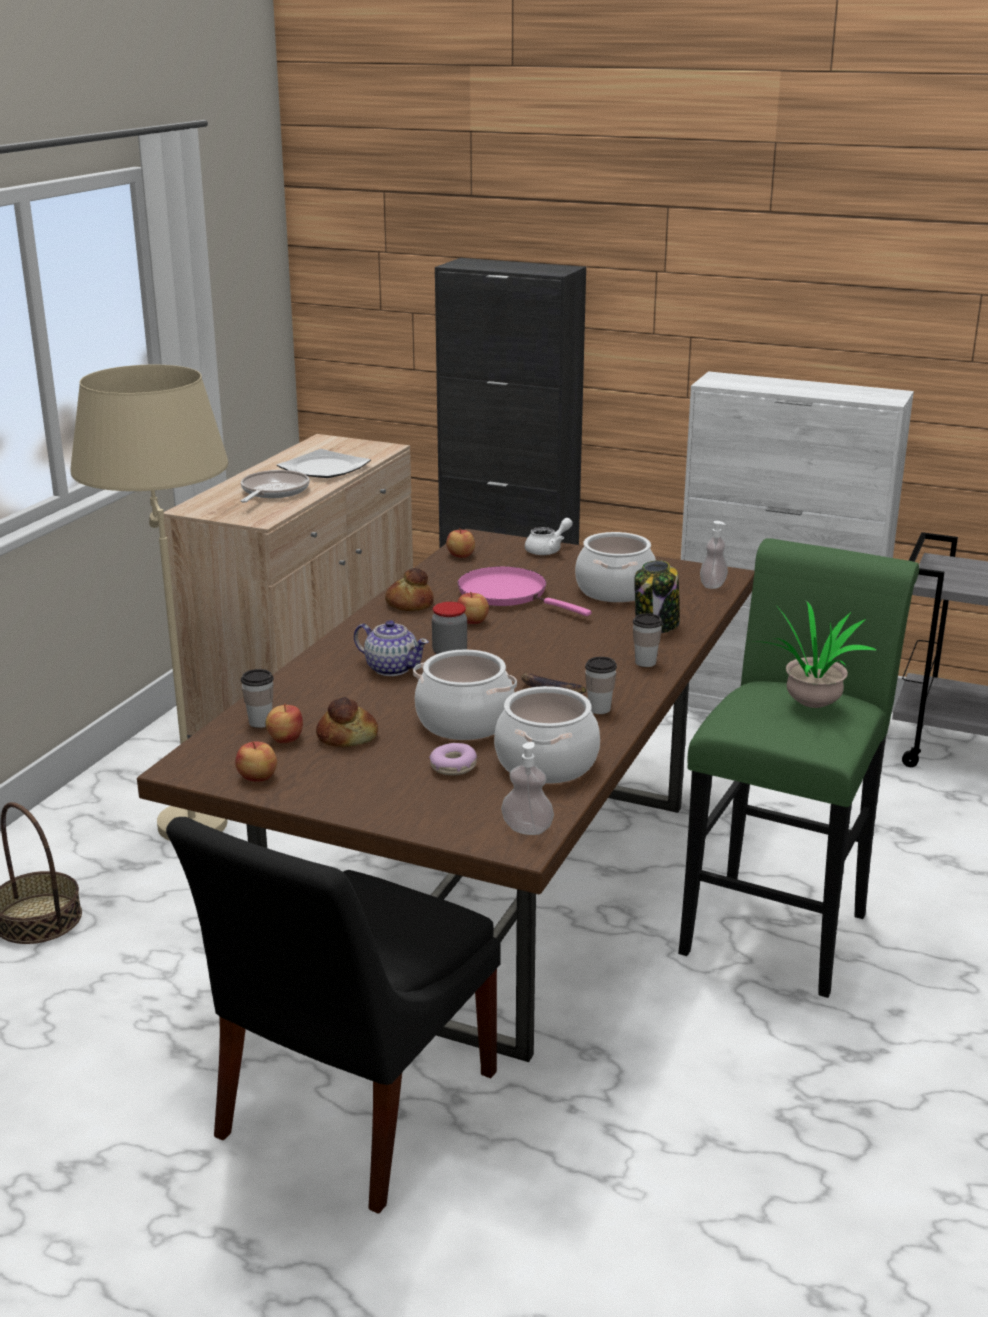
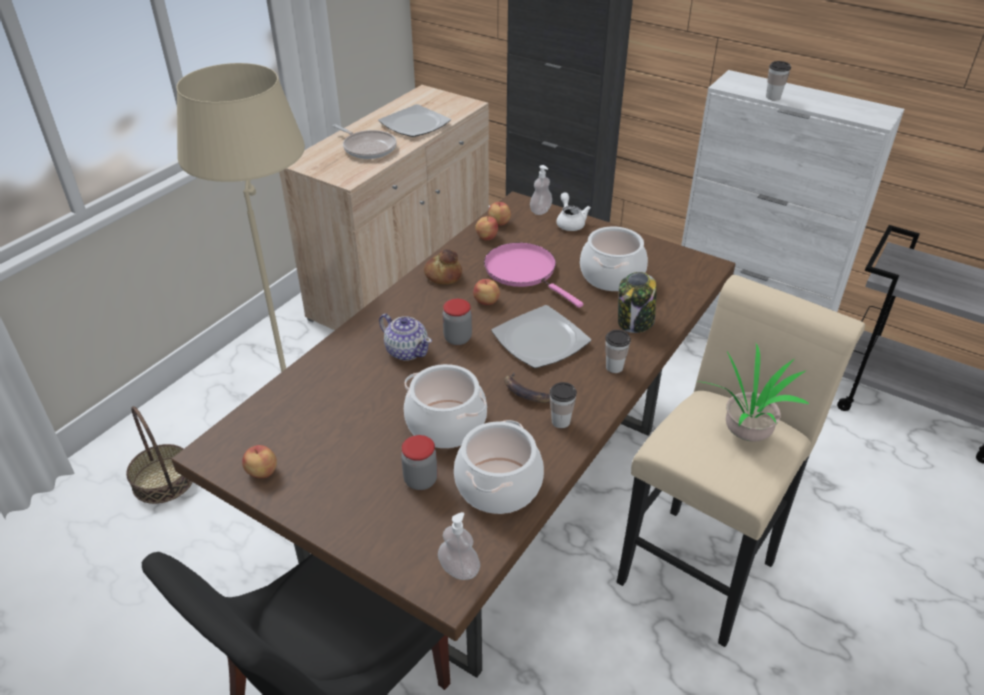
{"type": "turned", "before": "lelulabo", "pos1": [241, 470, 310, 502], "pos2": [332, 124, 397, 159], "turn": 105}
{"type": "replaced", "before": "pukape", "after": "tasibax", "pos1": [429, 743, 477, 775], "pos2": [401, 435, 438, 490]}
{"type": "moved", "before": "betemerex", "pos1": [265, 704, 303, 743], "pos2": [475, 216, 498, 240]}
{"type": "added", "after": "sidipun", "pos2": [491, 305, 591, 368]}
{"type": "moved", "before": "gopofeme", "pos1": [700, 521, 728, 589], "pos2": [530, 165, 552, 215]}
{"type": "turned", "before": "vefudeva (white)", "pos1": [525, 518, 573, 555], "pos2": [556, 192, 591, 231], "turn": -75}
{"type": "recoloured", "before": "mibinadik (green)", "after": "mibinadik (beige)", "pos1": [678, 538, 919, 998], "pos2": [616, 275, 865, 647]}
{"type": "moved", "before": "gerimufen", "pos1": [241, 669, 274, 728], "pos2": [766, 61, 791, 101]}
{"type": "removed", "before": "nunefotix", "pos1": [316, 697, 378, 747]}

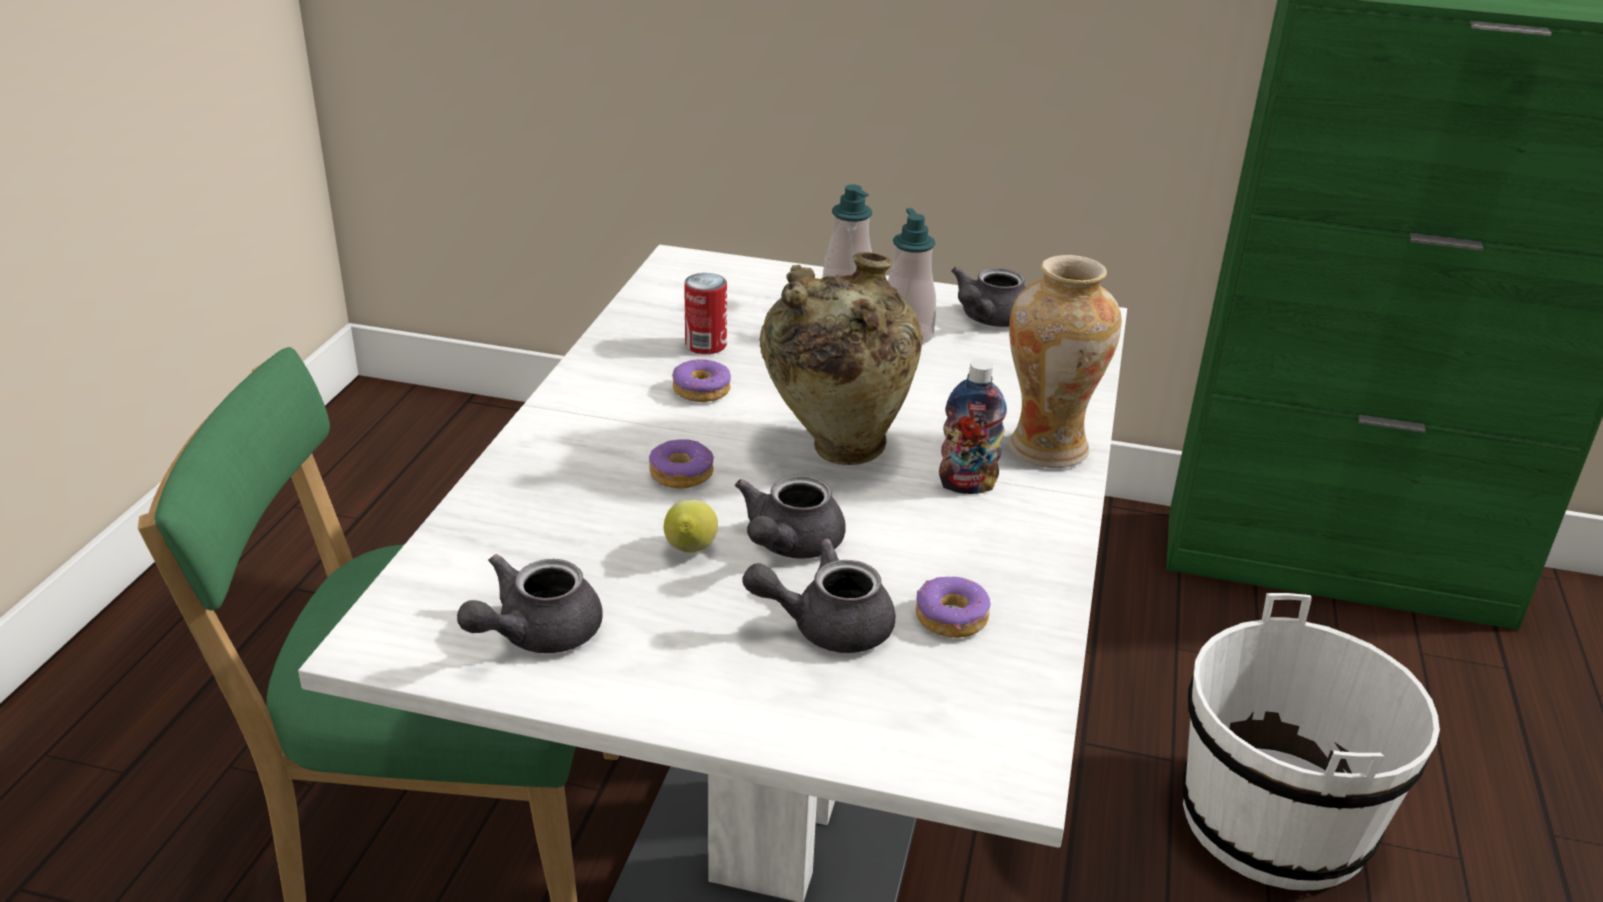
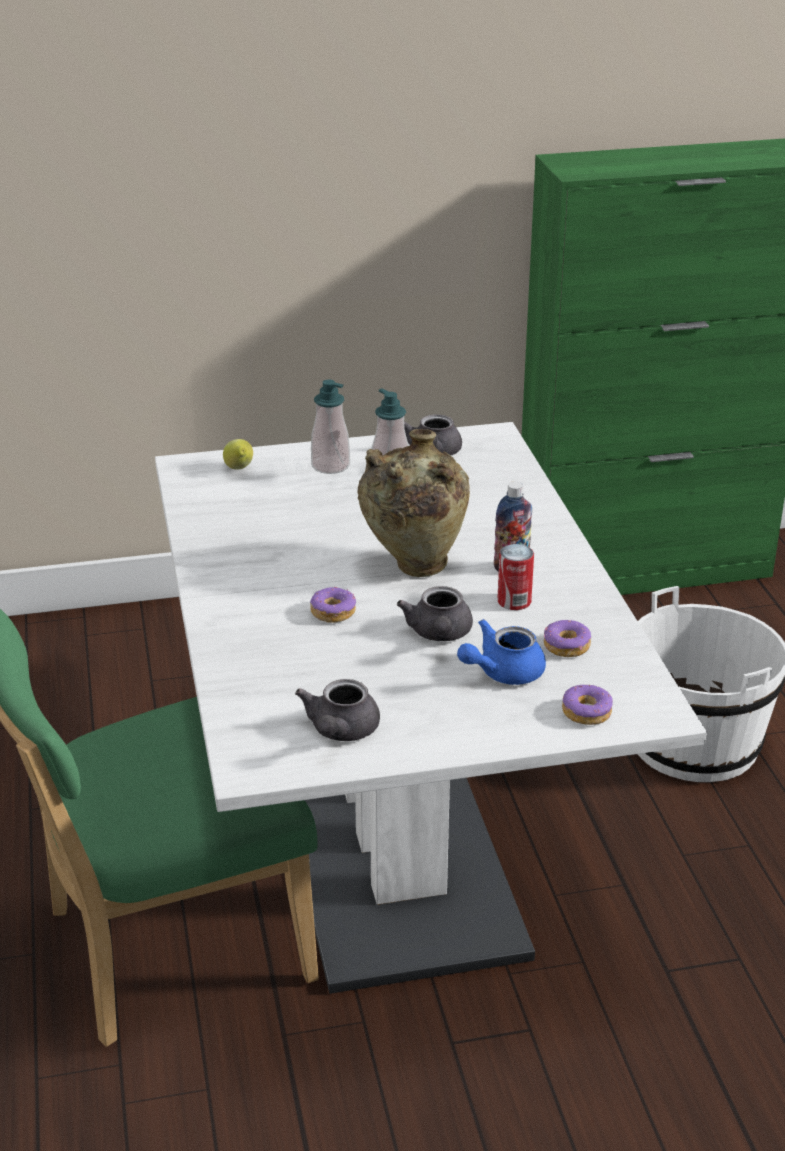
{"type": "moved", "before": "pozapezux", "pos1": [664, 500, 718, 553], "pos2": [223, 439, 253, 469]}
{"type": "recoloured", "before": "vefudeva (grey)", "after": "vefudeva (blue)", "pos1": [742, 539, 896, 653], "pos2": [457, 619, 546, 685]}
{"type": "moved", "before": "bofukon", "pos1": [684, 273, 727, 354], "pos2": [497, 544, 534, 610]}
{"type": "moved", "before": "pukape", "pos1": [672, 359, 731, 402], "pos2": [562, 685, 613, 725]}
{"type": "removed", "before": "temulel", "pos1": [1009, 255, 1122, 468]}

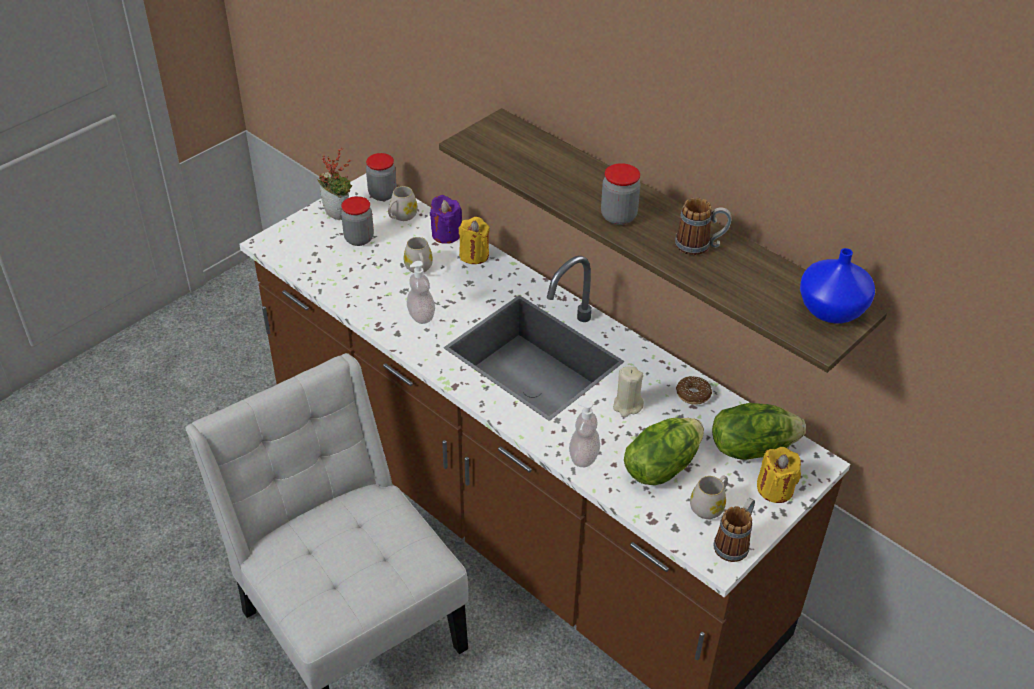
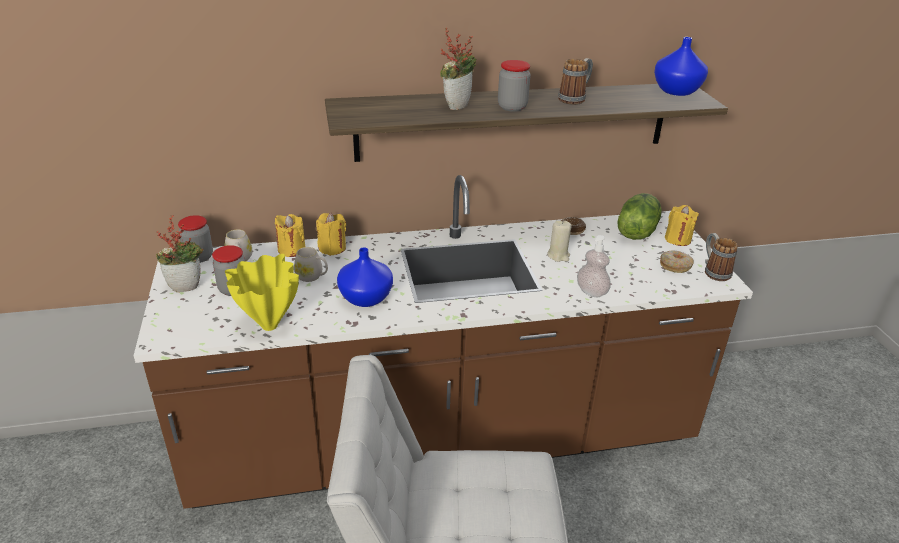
{"type": "added", "after": "temulel (yellow)", "pos2": [225, 254, 299, 331]}
{"type": "recoloured", "before": "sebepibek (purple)", "after": "sebepibek (yellow)", "pos1": [430, 195, 462, 244], "pos2": [275, 214, 305, 257]}
{"type": "replaced", "before": "gopofeme", "after": "temulel (blue)", "pos1": [407, 261, 435, 324], "pos2": [337, 248, 393, 307]}
{"type": "added", "after": "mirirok", "pos2": [440, 28, 476, 110]}
{"type": "replaced", "before": "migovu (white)", "after": "pukape", "pos1": [690, 475, 728, 519], "pos2": [660, 250, 694, 273]}
{"type": "removed", "before": "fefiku", "pos1": [624, 418, 704, 485]}

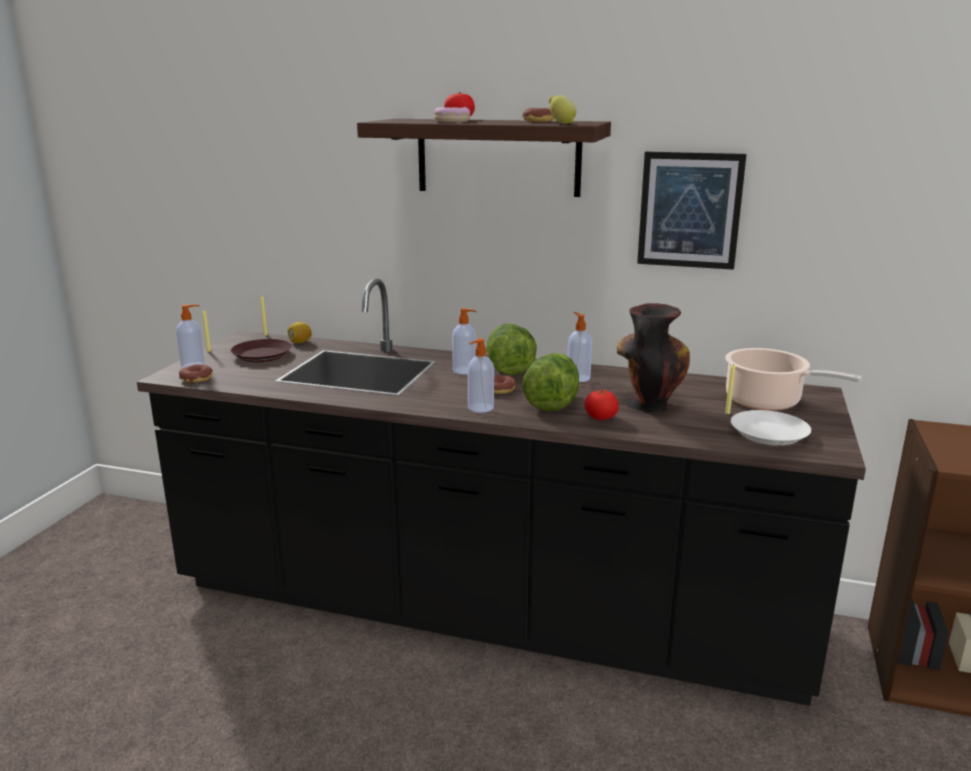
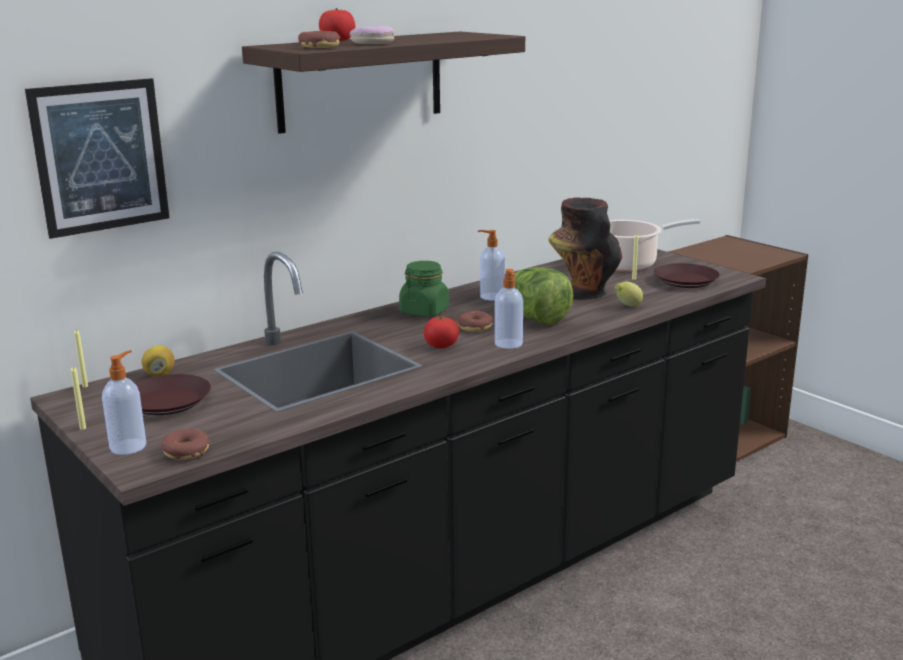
{"type": "moved", "before": "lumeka", "pos1": [637, 152, 747, 270], "pos2": [25, 78, 169, 239]}
{"type": "moved", "before": "pukape", "pos1": [522, 108, 554, 122], "pos2": [298, 31, 340, 48]}
{"type": "replaced", "before": "fefiku", "after": "tasibax (green)", "pos1": [487, 324, 537, 375], "pos2": [399, 261, 449, 317]}
{"type": "moved", "before": "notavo", "pos1": [584, 390, 619, 420], "pos2": [424, 316, 459, 348]}
{"type": "moved", "before": "pozapezux", "pos1": [549, 95, 576, 124], "pos2": [615, 282, 643, 306]}
{"type": "recoloured", "before": "sidipun (white)", "after": "sidipun (brown)", "pos1": [731, 410, 811, 446], "pos2": [654, 263, 720, 288]}
{"type": "removed", "before": "gopofeme", "pos1": [452, 308, 476, 374]}

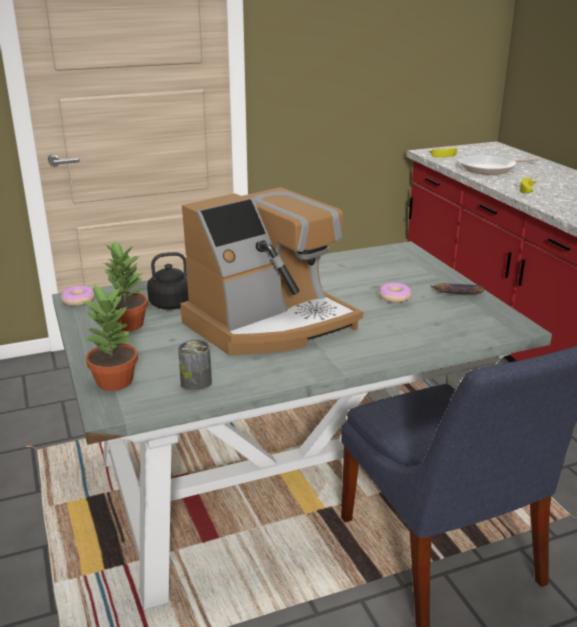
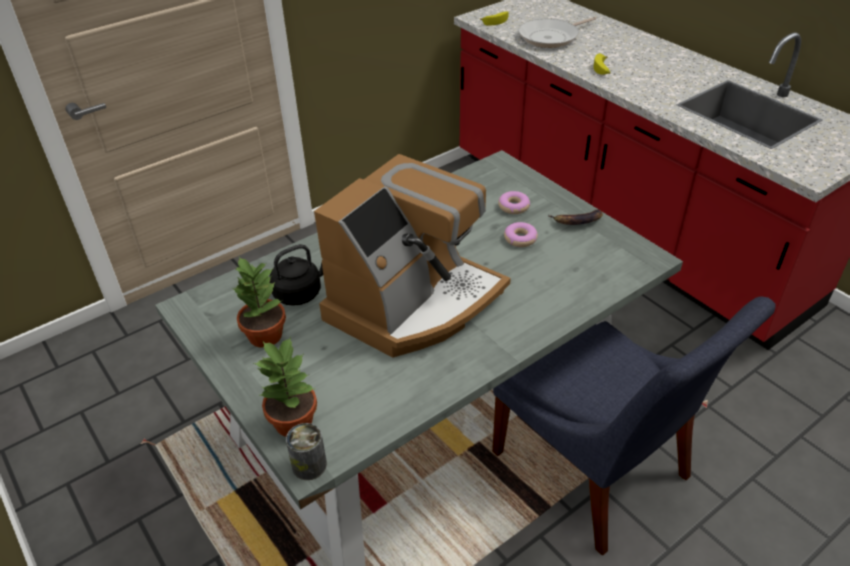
{"type": "moved", "before": "bofukon", "pos1": [178, 340, 212, 392], "pos2": [286, 423, 327, 480]}
{"type": "moved", "before": "pukape", "pos1": [61, 286, 95, 306], "pos2": [498, 191, 530, 214]}

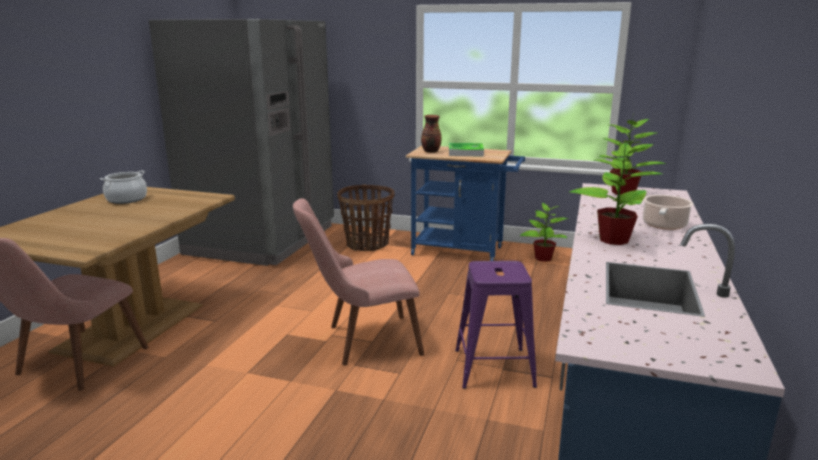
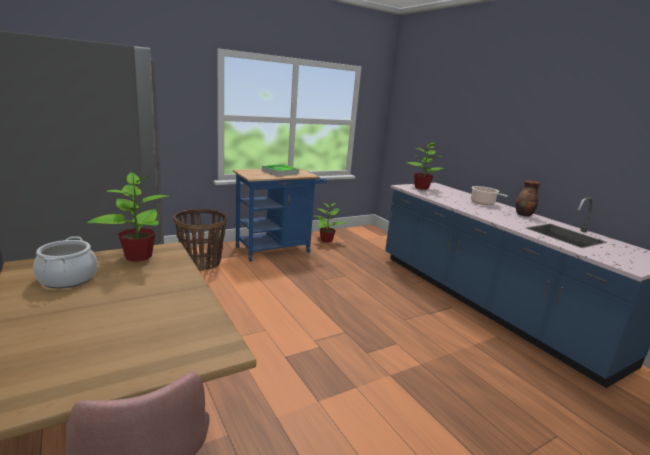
{"type": "moved", "before": "mirirok", "pos1": [570, 139, 662, 245], "pos2": [87, 171, 170, 262]}
{"type": "moved", "before": "temulel", "pos1": [421, 115, 442, 153], "pos2": [516, 180, 541, 217]}
{"type": "removed", "before": "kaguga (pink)", "pos1": [293, 198, 424, 365]}
{"type": "removed", "before": "mibinadik (purple)", "pos1": [455, 261, 537, 389]}

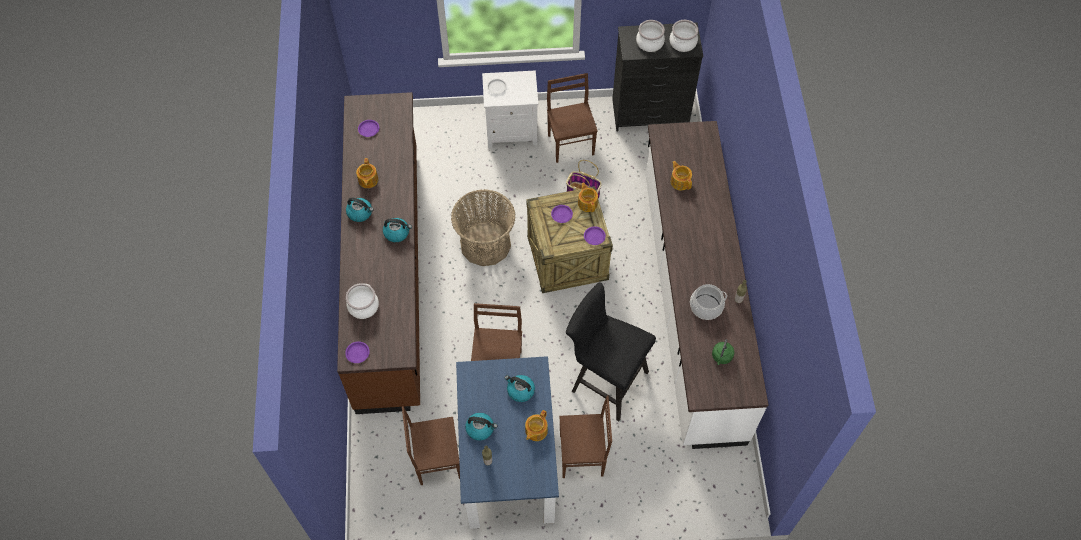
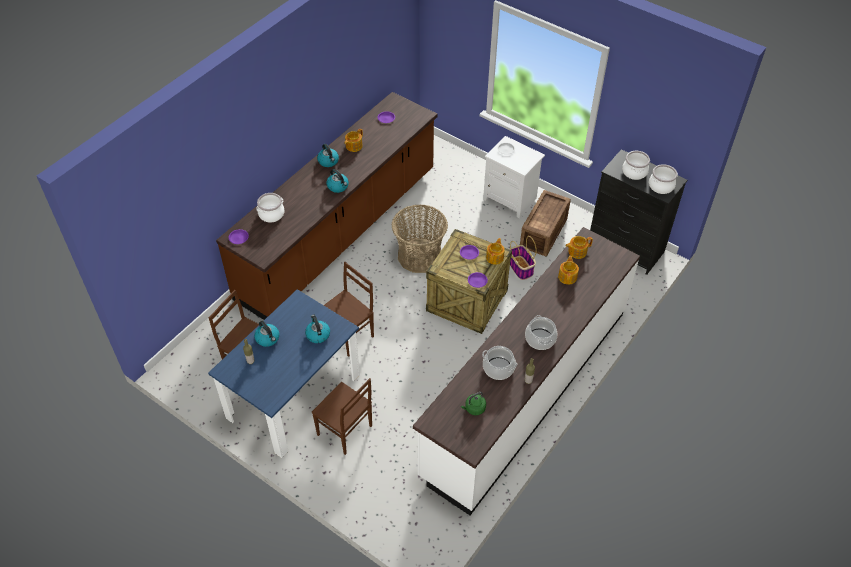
{"type": "replaced", "before": "kaguga (brown)", "after": "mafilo", "pos1": [547, 73, 598, 163], "pos2": [520, 190, 571, 257]}
{"type": "added", "after": "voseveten", "pos2": [525, 315, 557, 350]}
{"type": "moved", "before": "vefudeva", "pos1": [525, 410, 548, 441], "pos2": [565, 236, 593, 259]}
{"type": "removed", "before": "mibinadik (black)", "pos1": [566, 282, 656, 421]}

